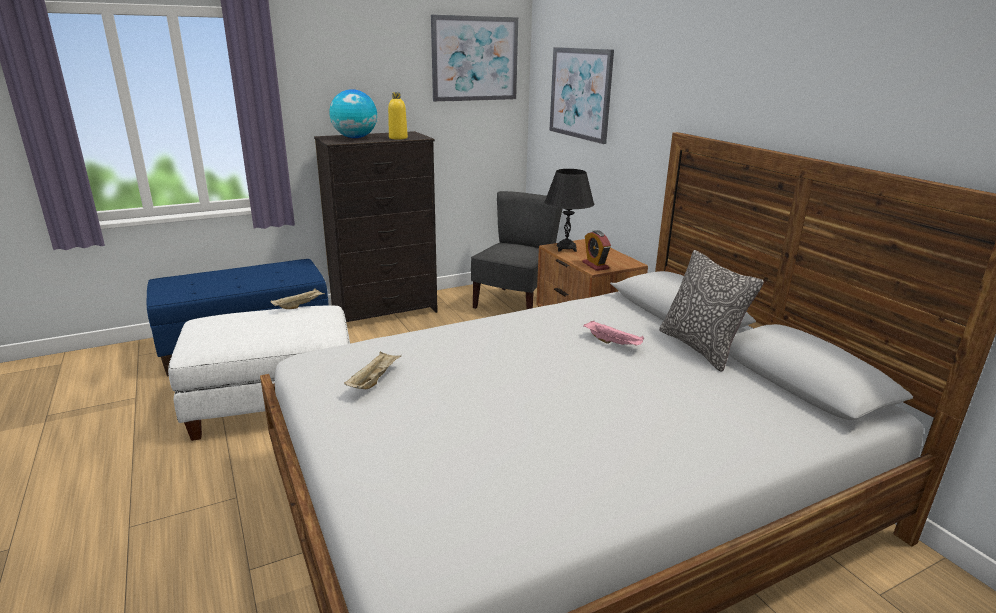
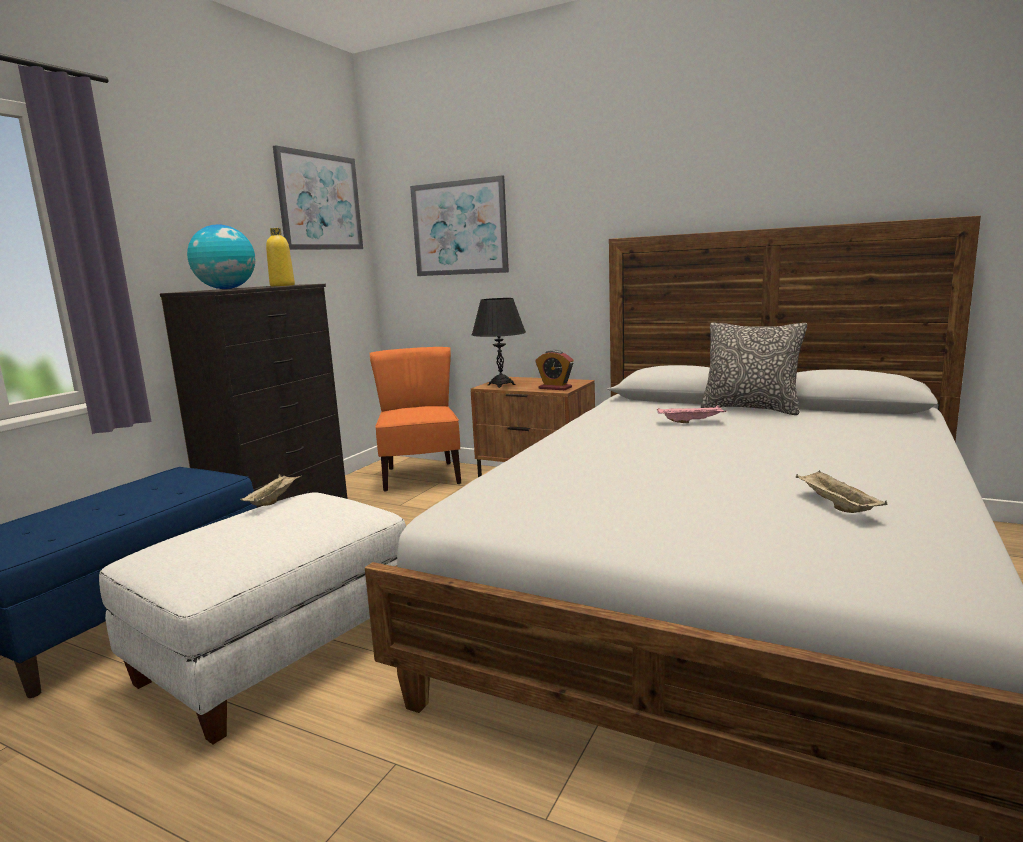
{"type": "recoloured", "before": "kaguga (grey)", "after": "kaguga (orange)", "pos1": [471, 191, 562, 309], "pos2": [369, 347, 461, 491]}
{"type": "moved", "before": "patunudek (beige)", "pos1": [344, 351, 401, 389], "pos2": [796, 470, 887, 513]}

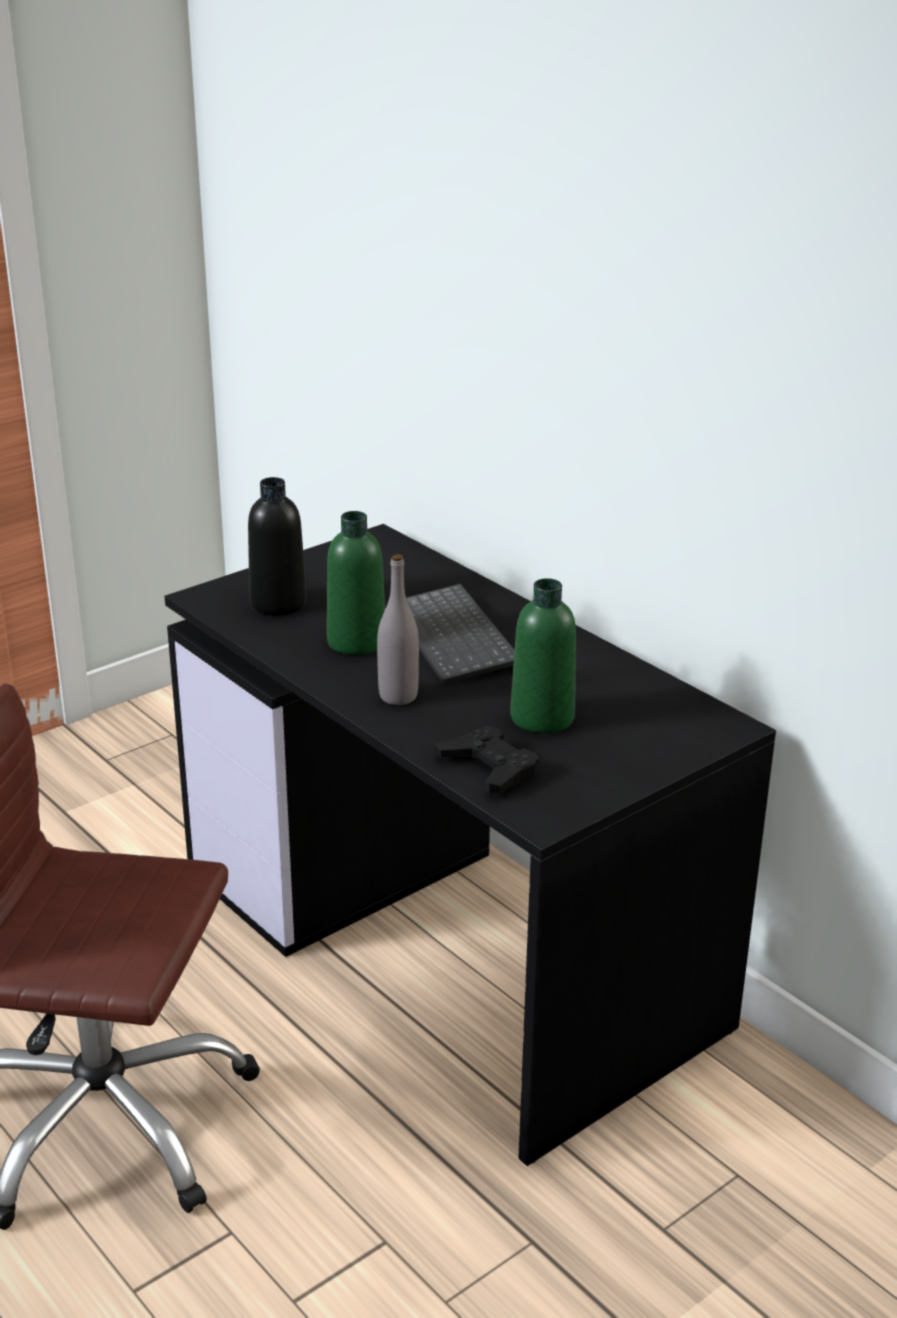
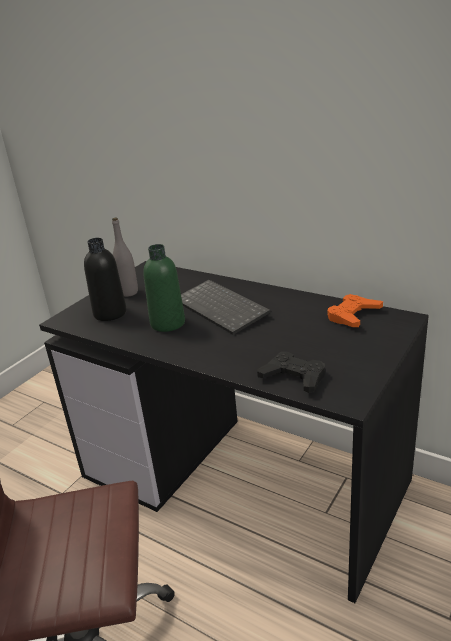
{"type": "moved", "before": "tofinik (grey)", "pos1": [377, 554, 419, 705], "pos2": [112, 218, 138, 297]}
{"type": "added", "after": "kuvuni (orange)", "pos2": [327, 294, 383, 327]}
{"type": "removed", "before": "tofinik (green)", "pos1": [510, 578, 576, 733]}

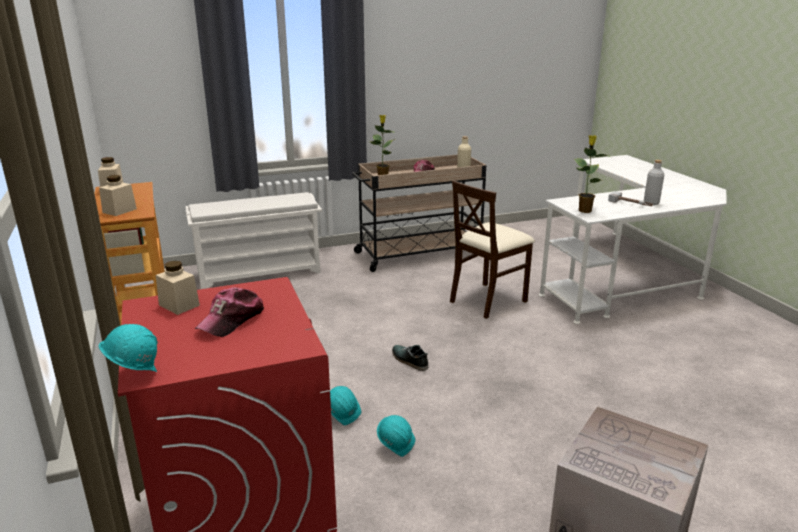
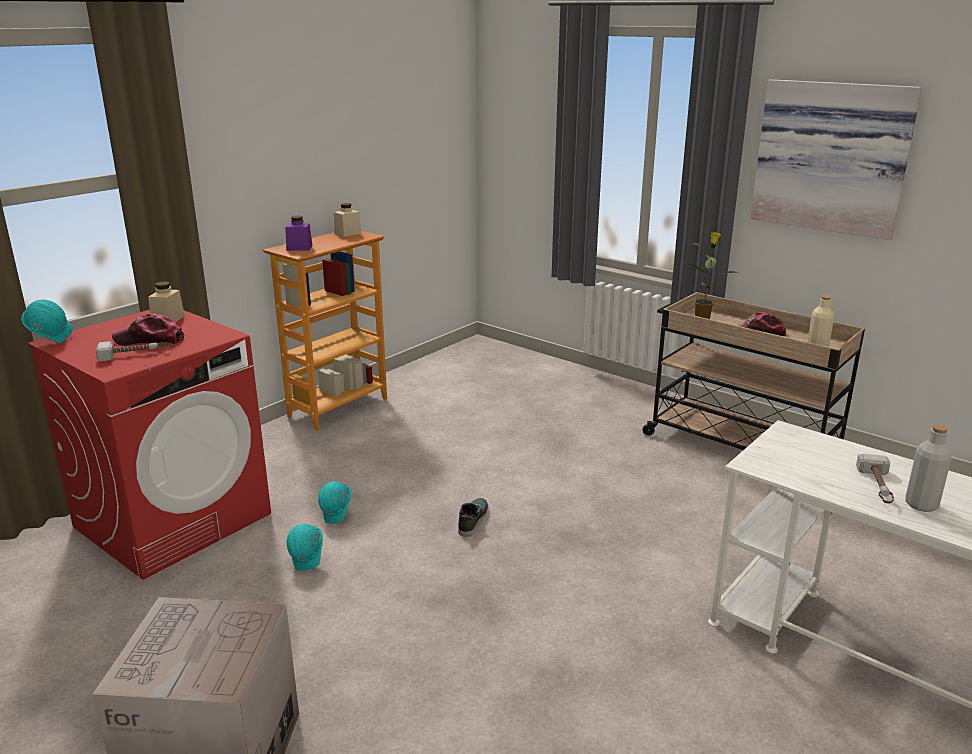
{"type": "added", "after": "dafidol", "pos2": [96, 341, 172, 362]}
{"type": "recoloured", "before": "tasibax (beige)", "after": "tasibax (purple)", "pos1": [99, 175, 137, 216], "pos2": [285, 216, 313, 251]}
{"type": "added", "after": "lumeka", "pos2": [750, 79, 922, 240]}
{"type": "removed", "before": "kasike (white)", "pos1": [185, 192, 322, 289]}
{"type": "removed", "before": "kaguga (beige)", "pos1": [450, 180, 535, 319]}
{"type": "removed", "before": "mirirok", "pos1": [575, 135, 610, 213]}

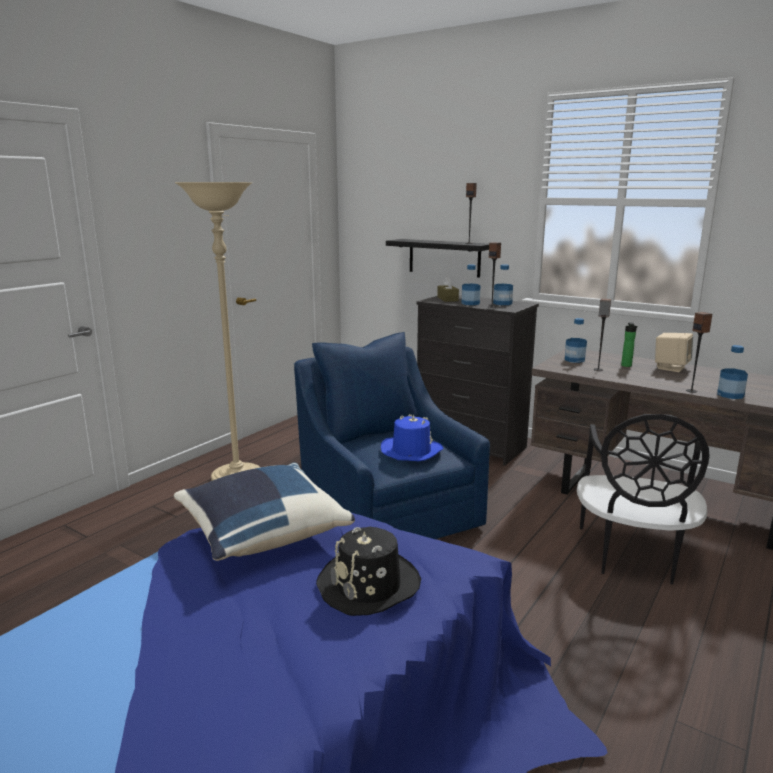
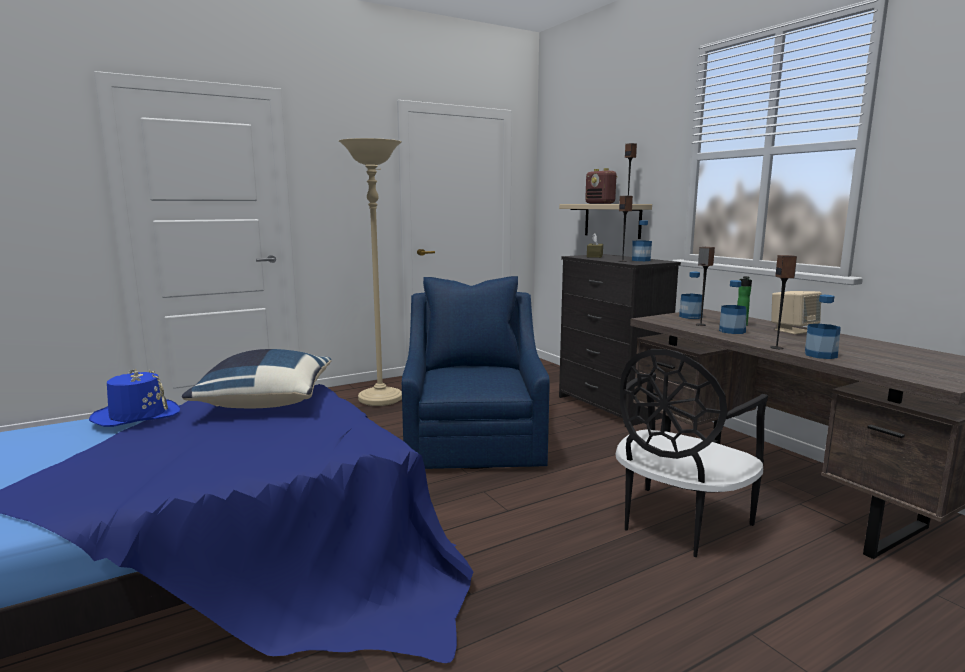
{"type": "moved", "before": "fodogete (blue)", "pos1": [381, 414, 443, 461], "pos2": [89, 368, 180, 427]}
{"type": "recoloured", "before": "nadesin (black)", "after": "nadesin (beige)", "pos1": [386, 239, 489, 278], "pos2": [559, 204, 652, 239]}
{"type": "added", "after": "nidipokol", "pos2": [585, 168, 618, 204]}
{"type": "moved", "before": "tofinik", "pos1": [462, 264, 480, 305], "pos2": [719, 280, 747, 334]}
{"type": "removed", "before": "fodogete (black)", "pos1": [316, 527, 421, 616]}

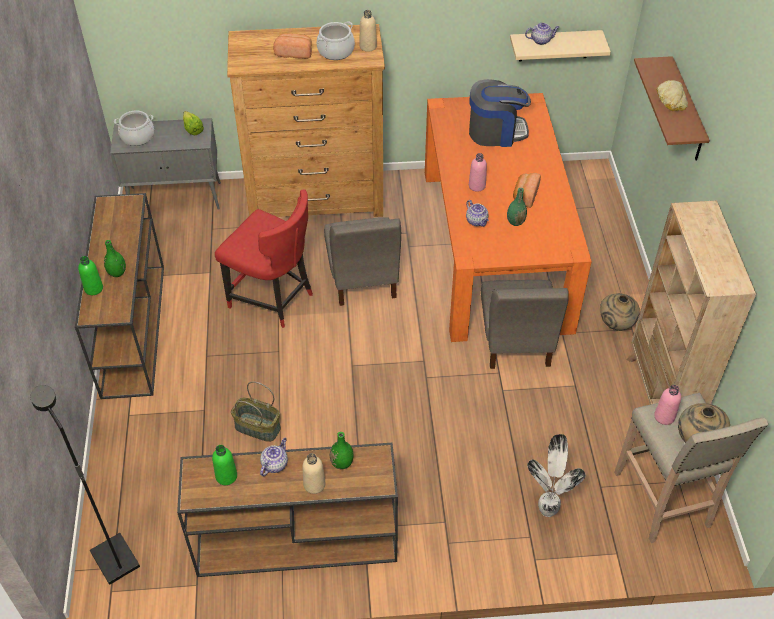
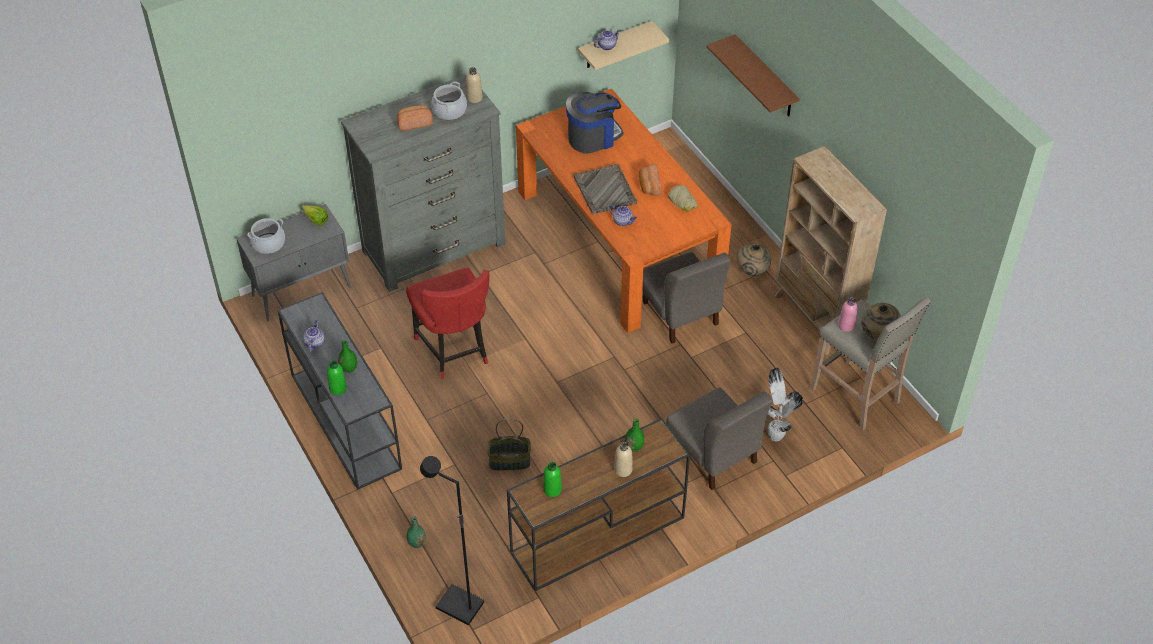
{"type": "recoloured", "before": "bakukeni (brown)", "after": "bakukeni (grey)", "pos1": [75, 193, 164, 399], "pos2": [277, 292, 402, 490]}
{"type": "moved", "before": "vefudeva", "pos1": [260, 438, 288, 476], "pos2": [303, 320, 325, 352]}
{"type": "recoloured", "before": "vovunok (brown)", "after": "vovunok (grey)", "pos1": [227, 24, 385, 217], "pos2": [341, 75, 506, 292]}
{"type": "turned", "before": "kaguga (red)", "pos1": [215, 189, 313, 328], "pos2": [406, 268, 489, 379], "turn": 60}
{"type": "moved", "before": "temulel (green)", "pos1": [507, 188, 527, 226], "pos2": [407, 516, 426, 548]}
{"type": "replaced", "before": "tofinik (pink)", "after": "patunudek (grey)", "pos1": [469, 153, 487, 192], "pos2": [573, 164, 637, 214]}
{"type": "moved", "before": "kaguga (grey)", "pos1": [324, 217, 401, 306], "pos2": [666, 387, 773, 490]}
{"type": "moved", "before": "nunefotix", "pos1": [656, 80, 688, 111], "pos2": [668, 185, 697, 212]}

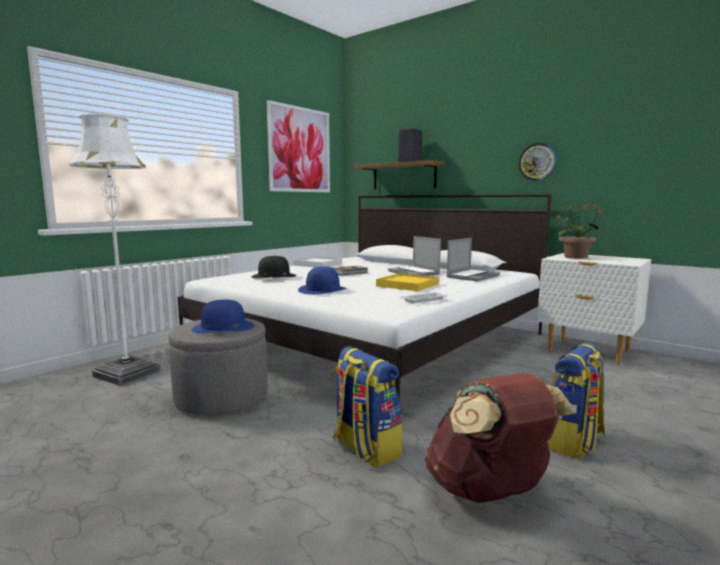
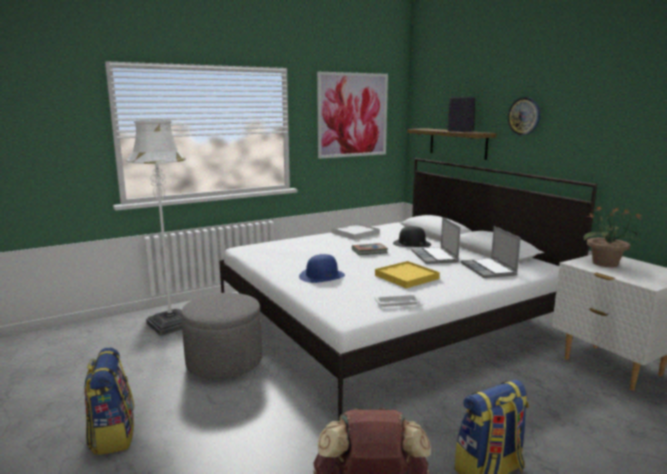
{"type": "moved", "before": "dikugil", "pos1": [333, 346, 403, 468], "pos2": [84, 348, 134, 455]}
{"type": "moved", "before": "fodogete (black)", "pos1": [252, 256, 296, 279], "pos2": [393, 226, 431, 247]}
{"type": "turned", "before": "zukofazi", "pos1": [446, 238, 500, 281], "pos2": [461, 226, 521, 278], "turn": 105}
{"type": "moved", "before": "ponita", "pos1": [518, 143, 557, 181], "pos2": [508, 97, 540, 135]}
{"type": "removed", "before": "fodogete (blue)", "pos1": [191, 300, 255, 333]}

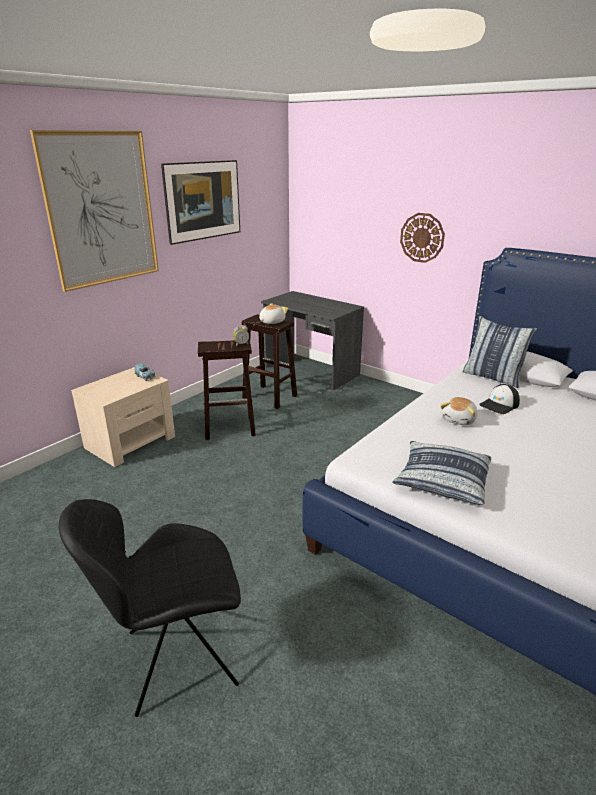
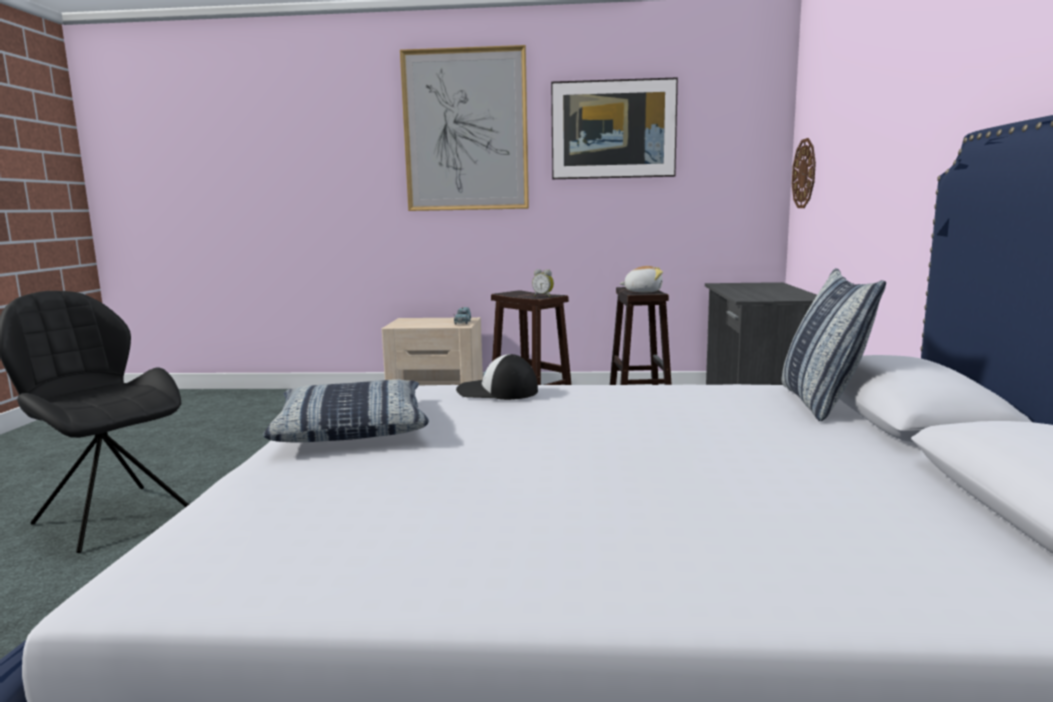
{"type": "moved", "before": "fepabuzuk", "pos1": [479, 384, 520, 414], "pos2": [456, 354, 538, 400]}
{"type": "moved", "before": "ponita", "pos1": [400, 213, 445, 263], "pos2": [792, 138, 816, 208]}
{"type": "removed", "before": "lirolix", "pos1": [440, 397, 478, 425]}

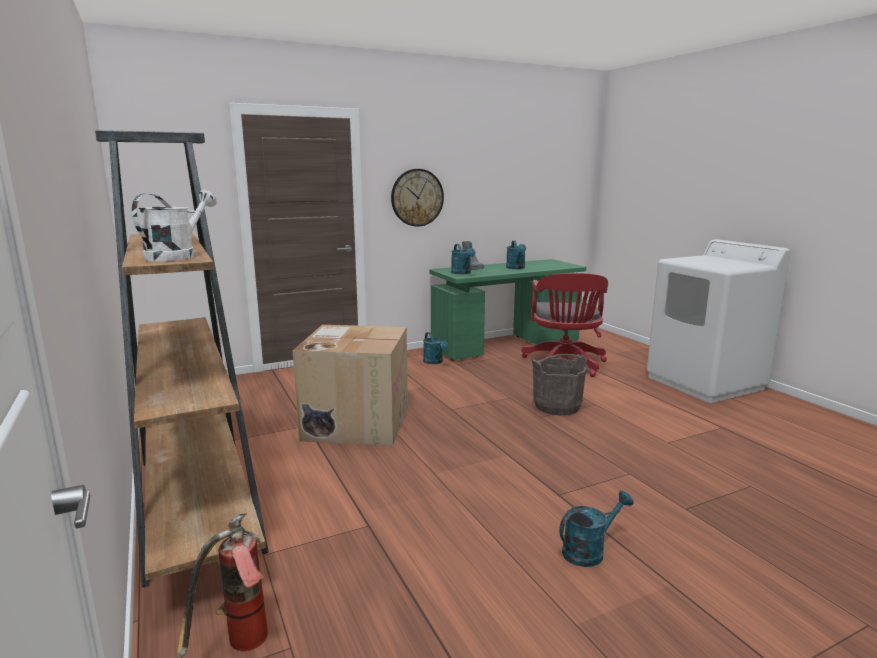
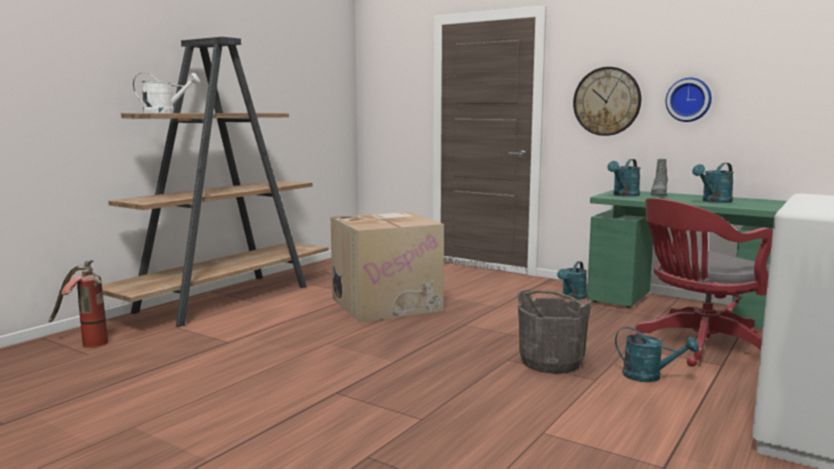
{"type": "moved", "before": "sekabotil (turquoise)", "pos1": [559, 491, 633, 567], "pos2": [615, 327, 699, 382]}
{"type": "added", "after": "ponita", "pos2": [666, 78, 712, 122]}

